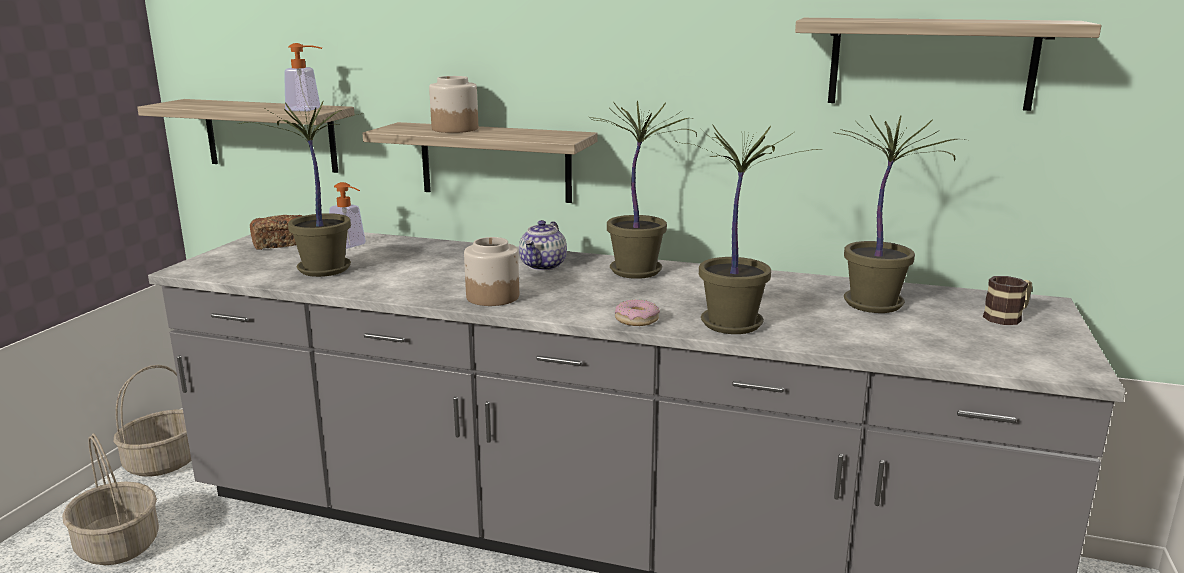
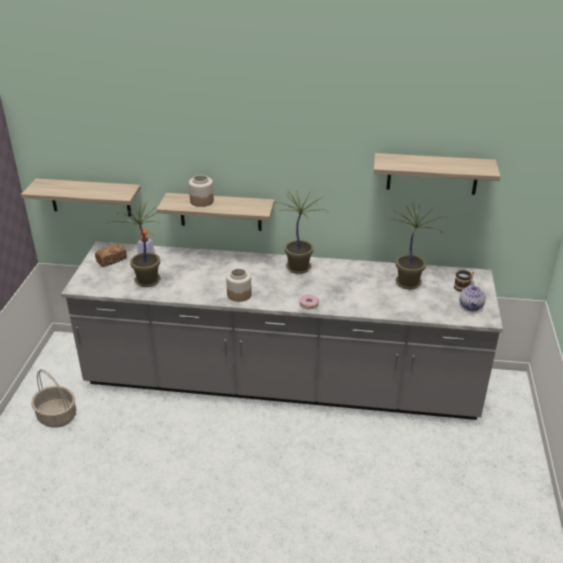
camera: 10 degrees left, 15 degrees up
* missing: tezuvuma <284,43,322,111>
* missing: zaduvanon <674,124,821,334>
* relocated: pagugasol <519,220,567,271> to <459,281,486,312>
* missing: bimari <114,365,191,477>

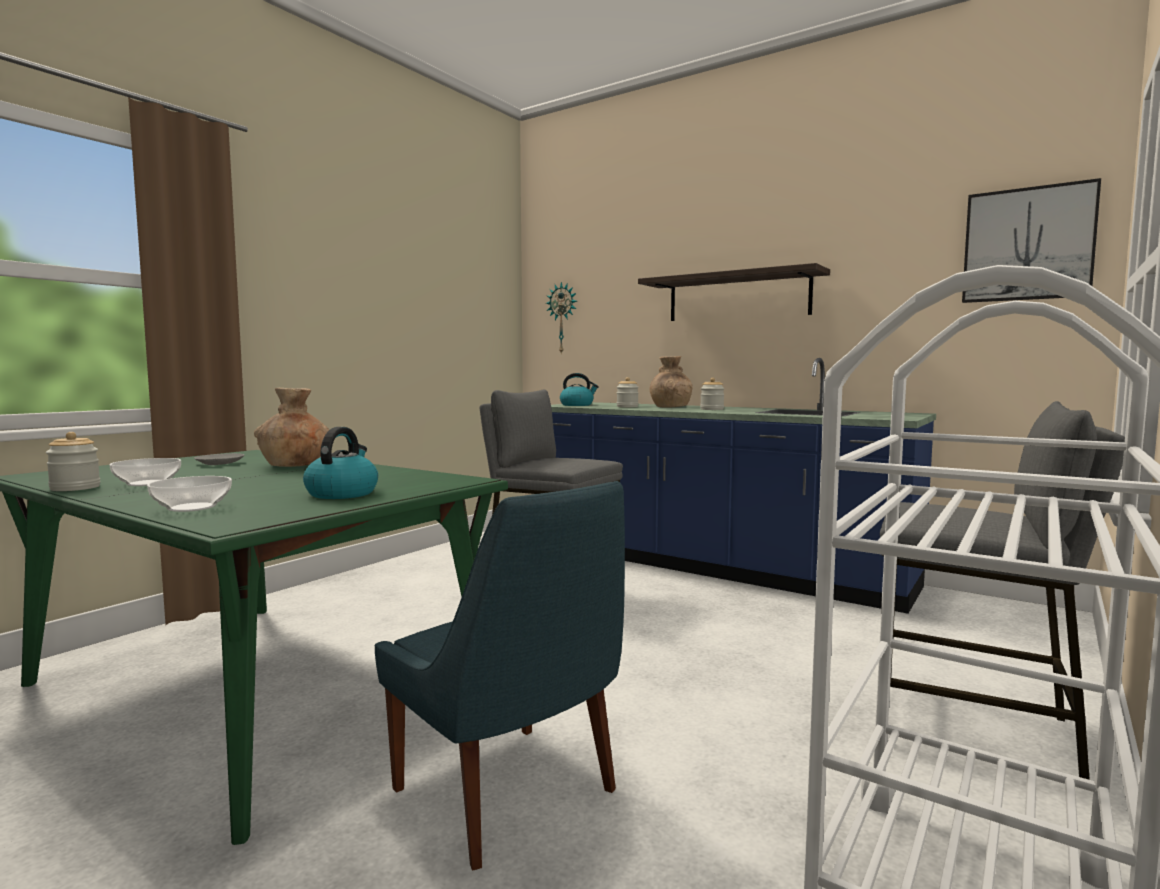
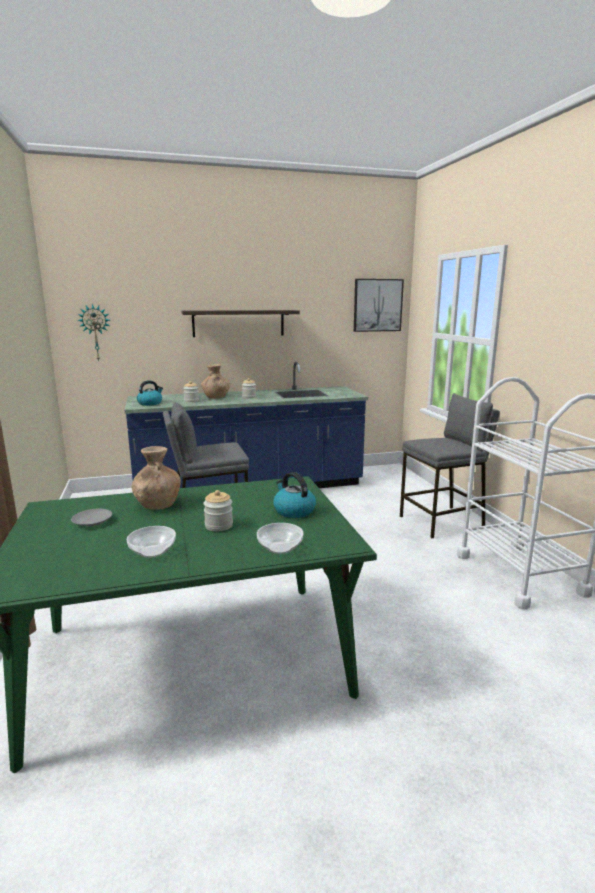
camera: 50 degrees left, 10 degrees up
* relocated: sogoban <46,432,101,491> to <203,490,233,531>
* missing: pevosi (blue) <374,481,625,871>

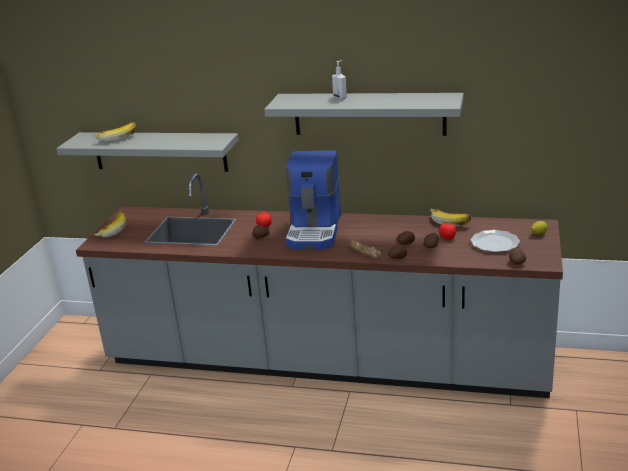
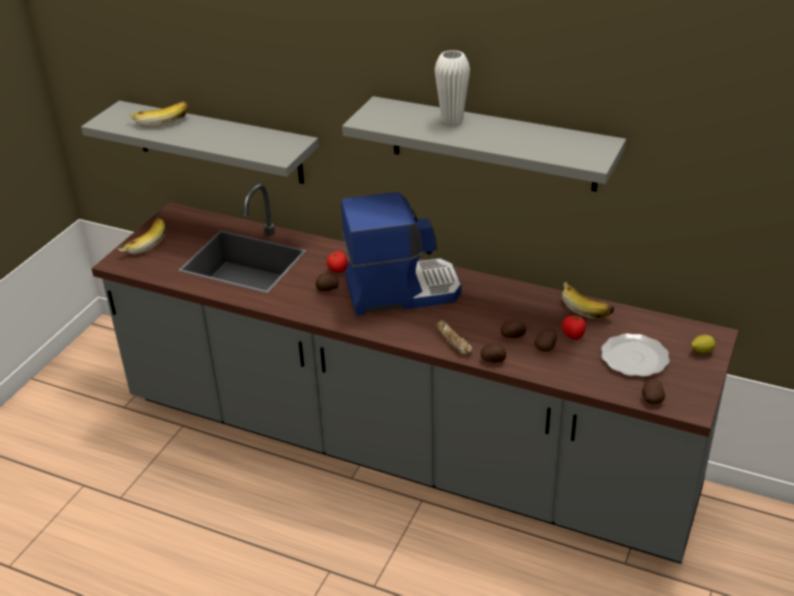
camera: 10 degrees right, 10 degrees up
* exchanged: tezuvuma <332,60,347,99> to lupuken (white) <435,50,470,125>
* spun: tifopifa <286,150,341,250> = <341,192,461,316> 120 degrees counterclockwise

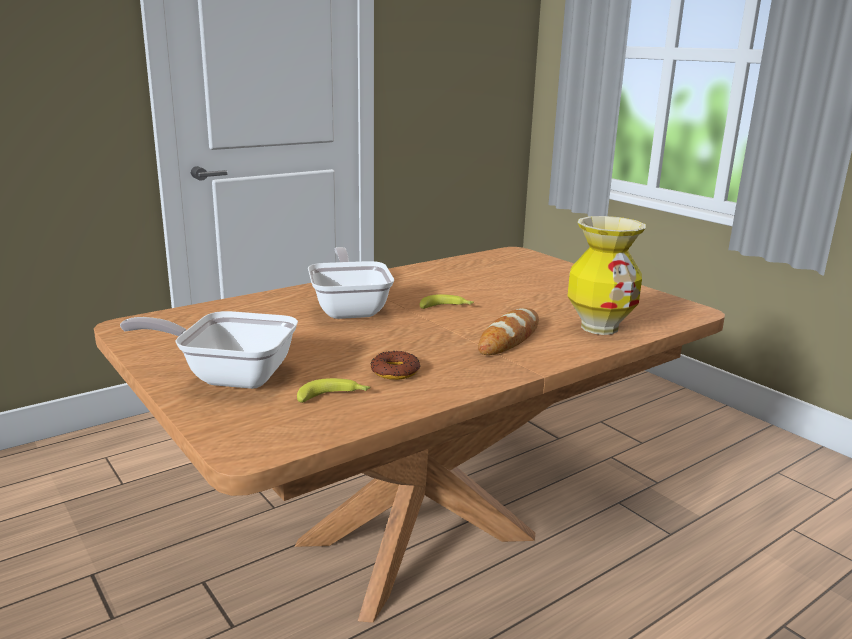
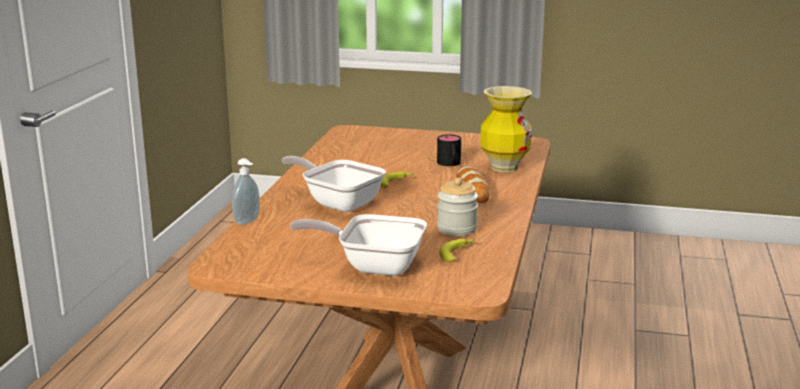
camera: 40 degrees left, 0 degrees up
* spun: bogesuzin <120,311,298,389> = <290,214,427,276> 45 degrees clockwise
* exchanged: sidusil <371,351,420,380> to sogoban <437,178,478,236>
* appeared: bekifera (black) <437,135,461,166>
* appeared: tezuvuma <232,158,260,225>

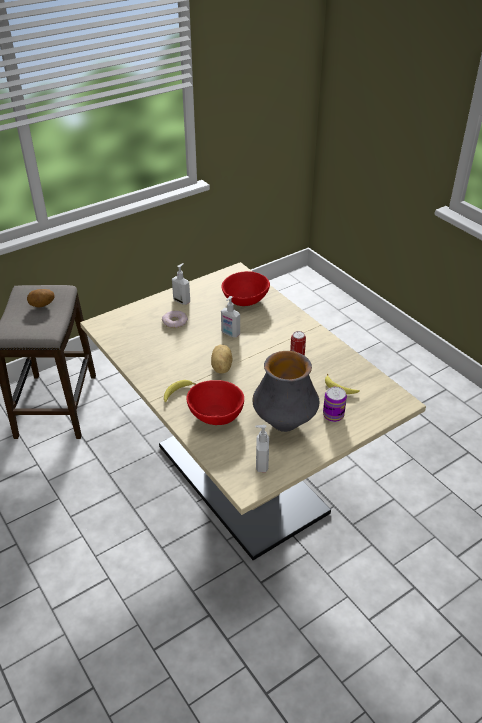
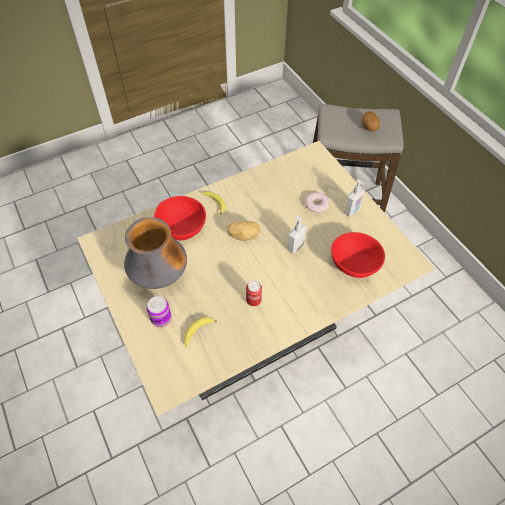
camera: 95 degrees right, 15 degrees up
* missing: tezuvuma <255,425,269,472>

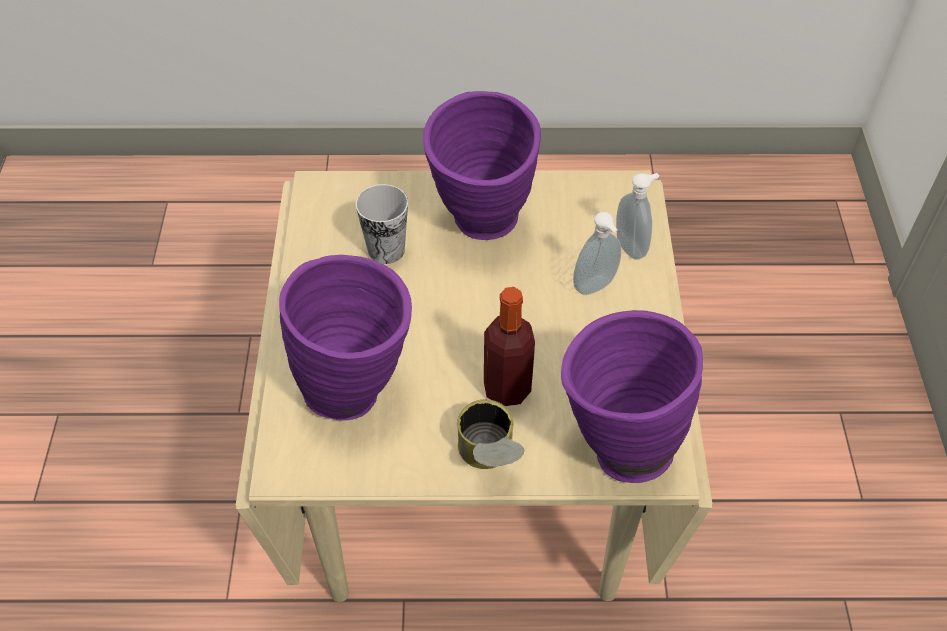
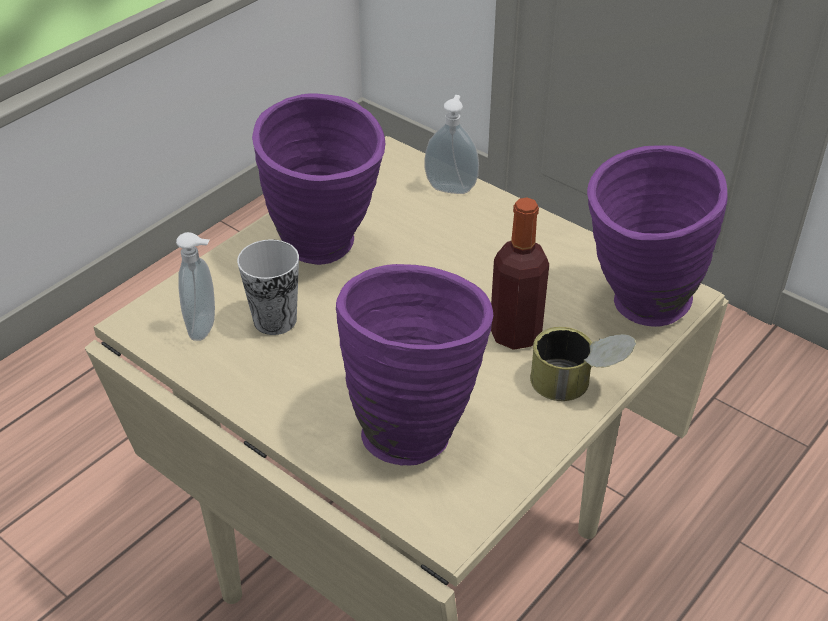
camera: 50 degrees left, 10 degrees down
* relocated: tezuvuma <573,212,621,295> to <176,232,215,341>

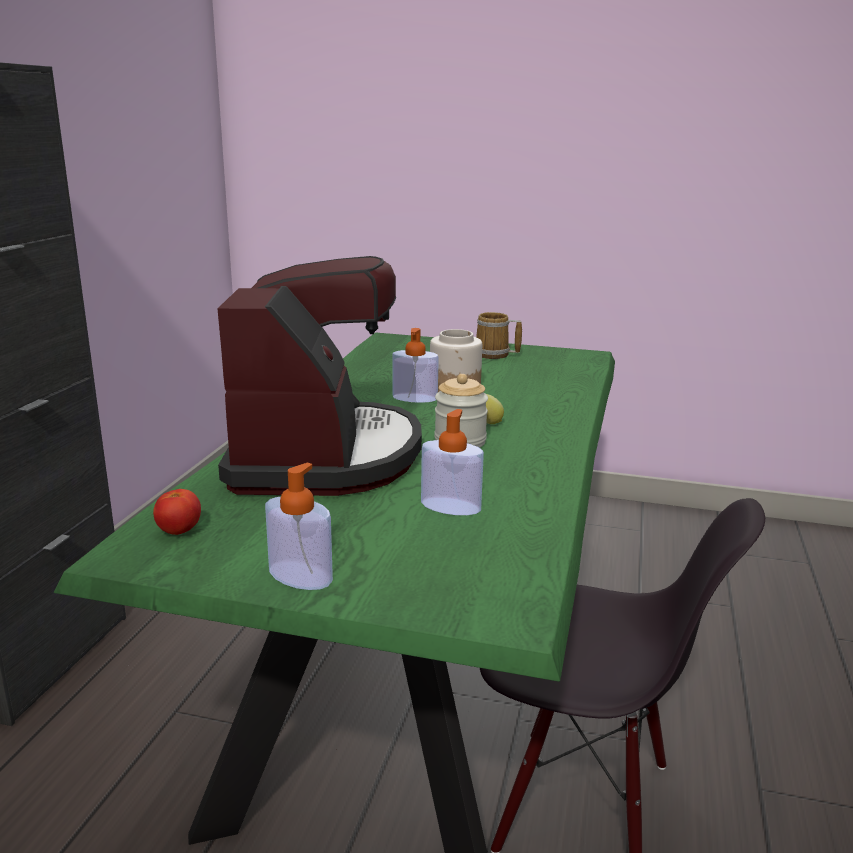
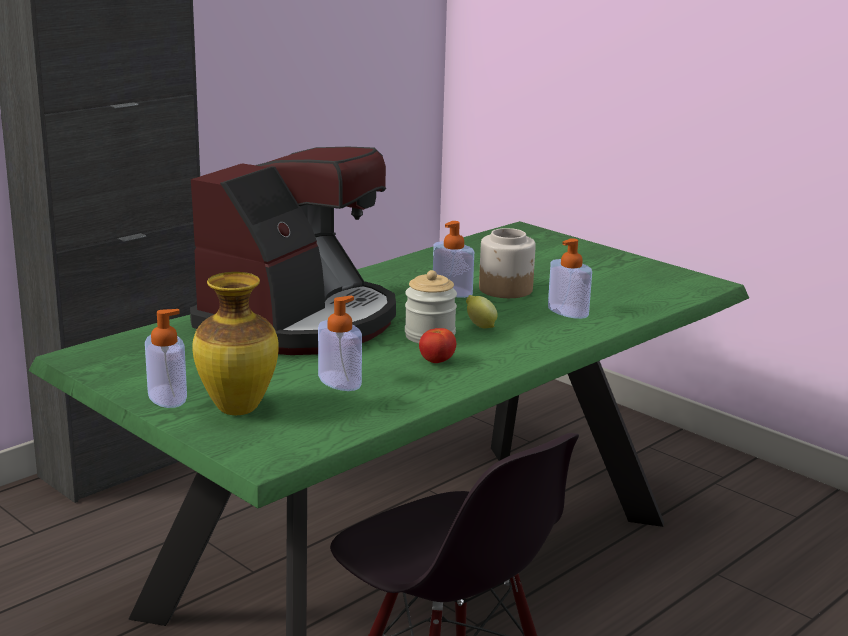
camera: 30 degrees right, 0 degrees up
* missing: bekifera <476,312,522,359>
* relocated: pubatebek <153,489,201,535> to <419,328,456,363>
* appeared: tezuvuma <548,238,592,319>
* appeared: lupuken <192,272,279,415>

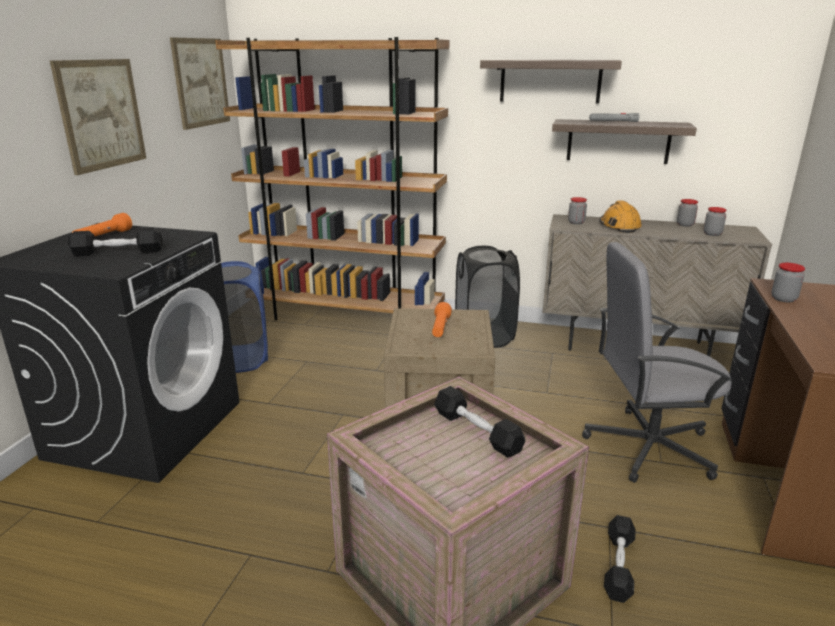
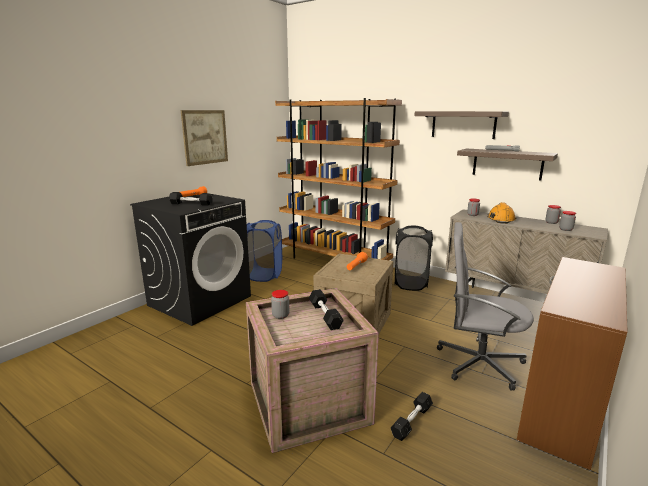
camera: 20 degrees right, 5 degrees down
* missing: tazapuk <170,37,230,130>
* relocated: sogoban <771,263,805,302> to <271,290,290,319>

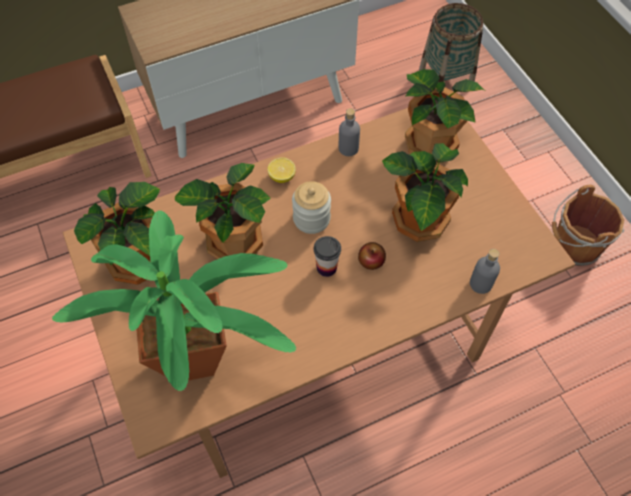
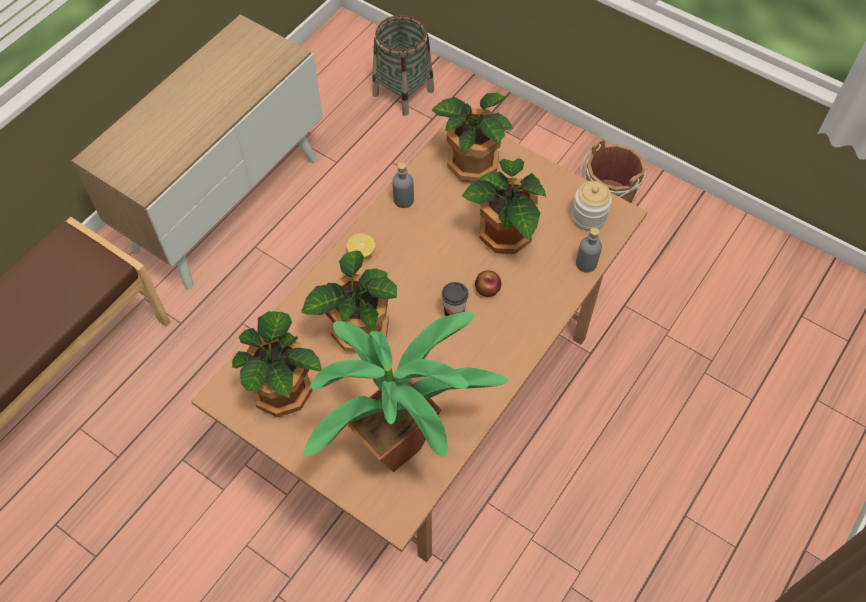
camera: 30 degrees left, 0 degrees up
* relocated: sogoban <292,181,331,234> to <571,181,612,231>

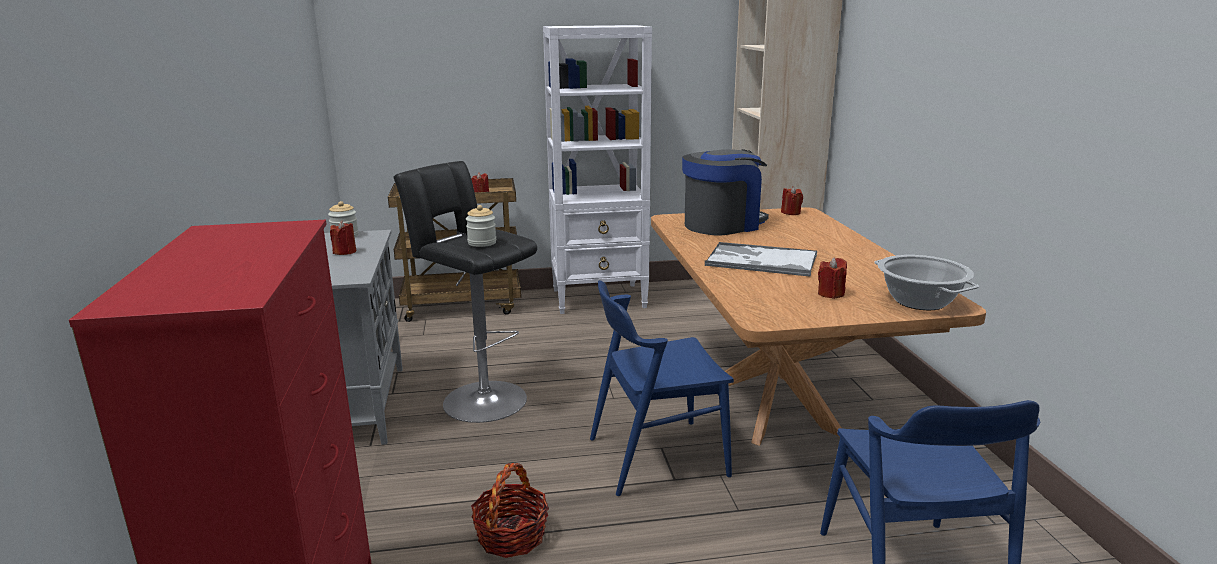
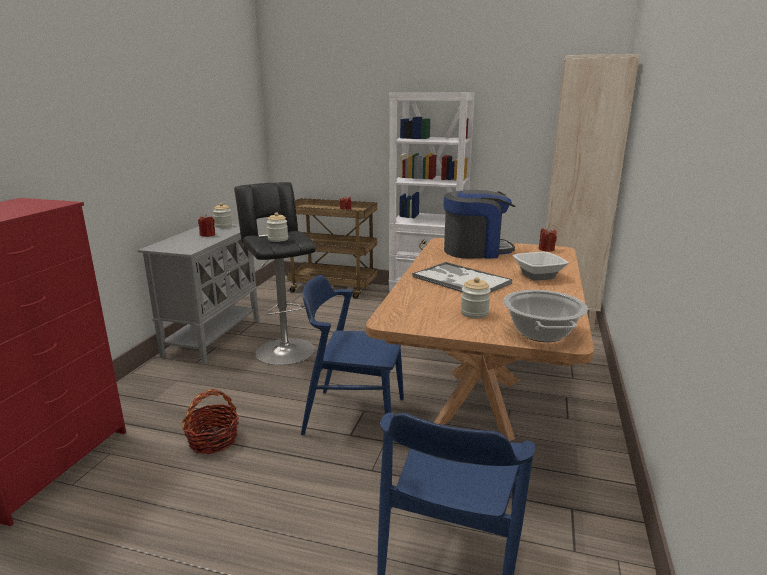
camera: 25 degrees right, 0 degrees up
* exchanged: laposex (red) <818,258,847,299> to sogoban <461,277,491,319>
* appeared: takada <513,252,569,281>

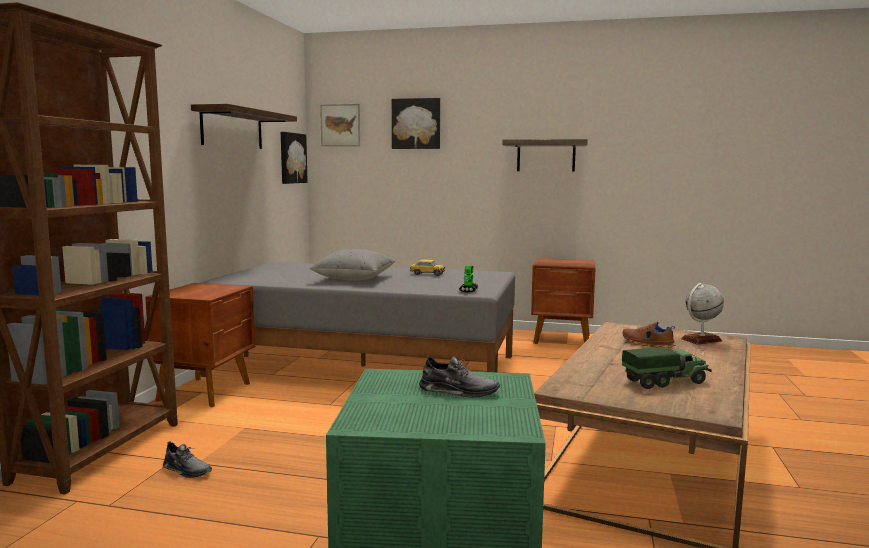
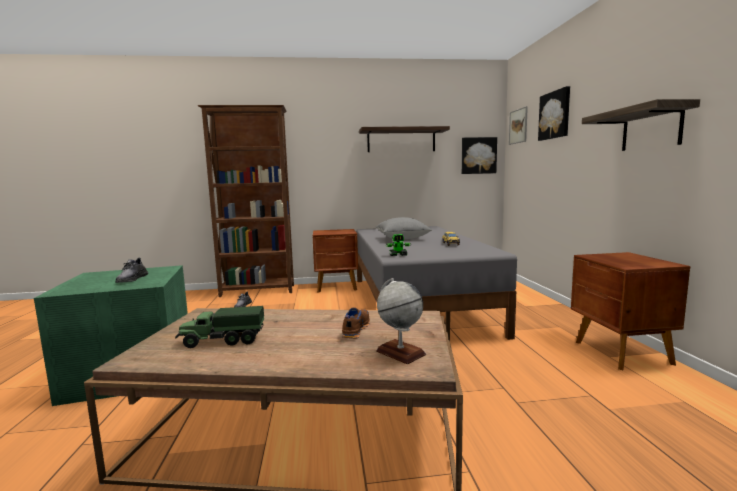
camera: 70 degrees right, 0 degrees up
* spun: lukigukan <622,347,712,389> = <175,306,264,348> 120 degrees clockwise

